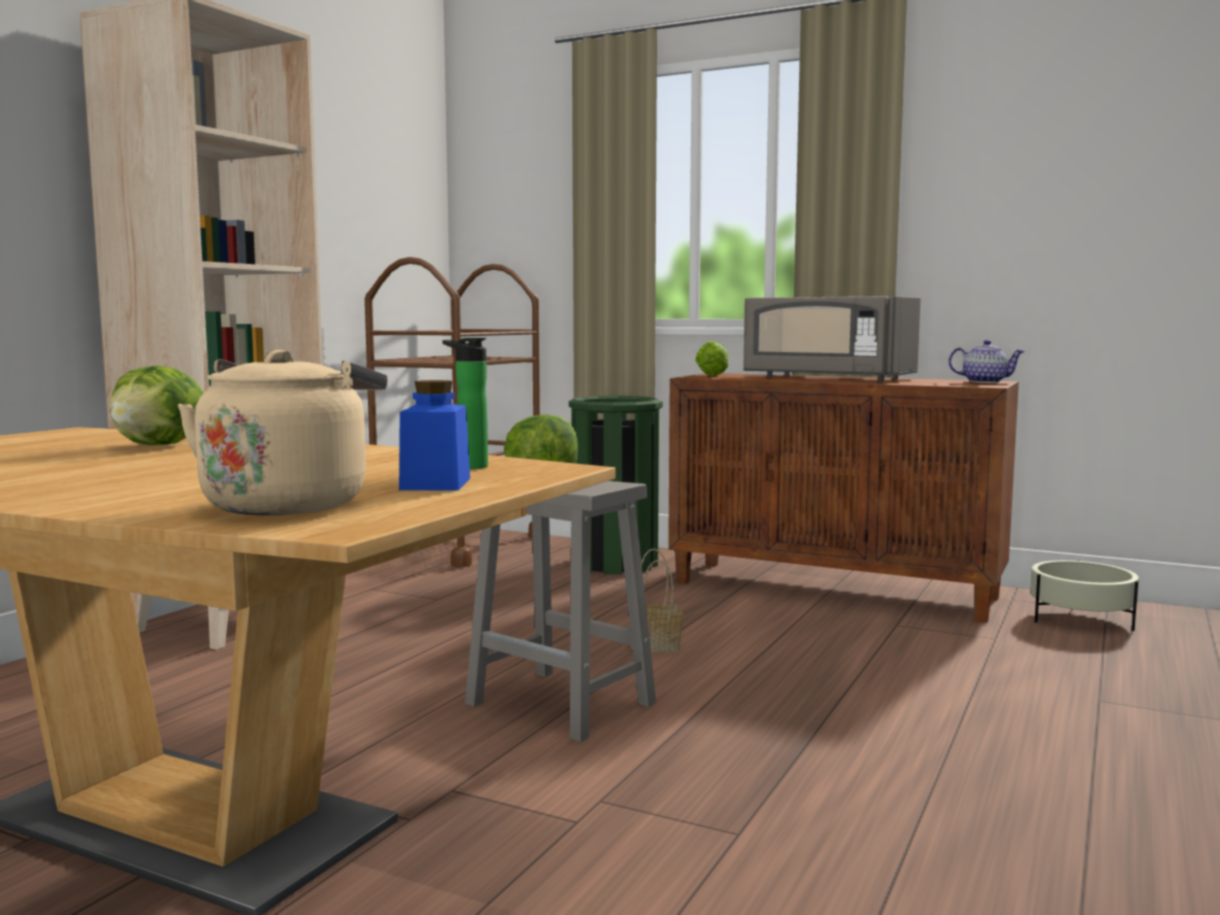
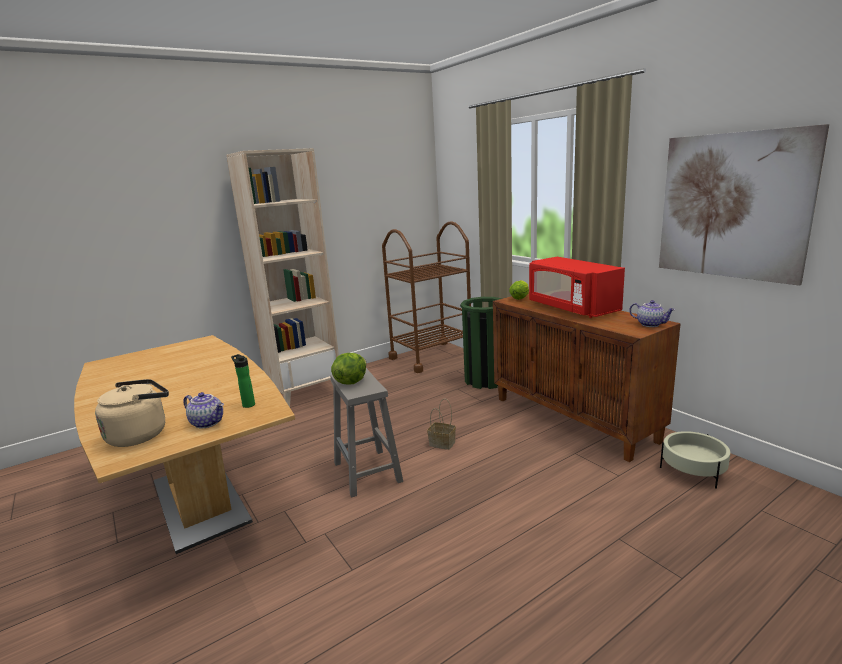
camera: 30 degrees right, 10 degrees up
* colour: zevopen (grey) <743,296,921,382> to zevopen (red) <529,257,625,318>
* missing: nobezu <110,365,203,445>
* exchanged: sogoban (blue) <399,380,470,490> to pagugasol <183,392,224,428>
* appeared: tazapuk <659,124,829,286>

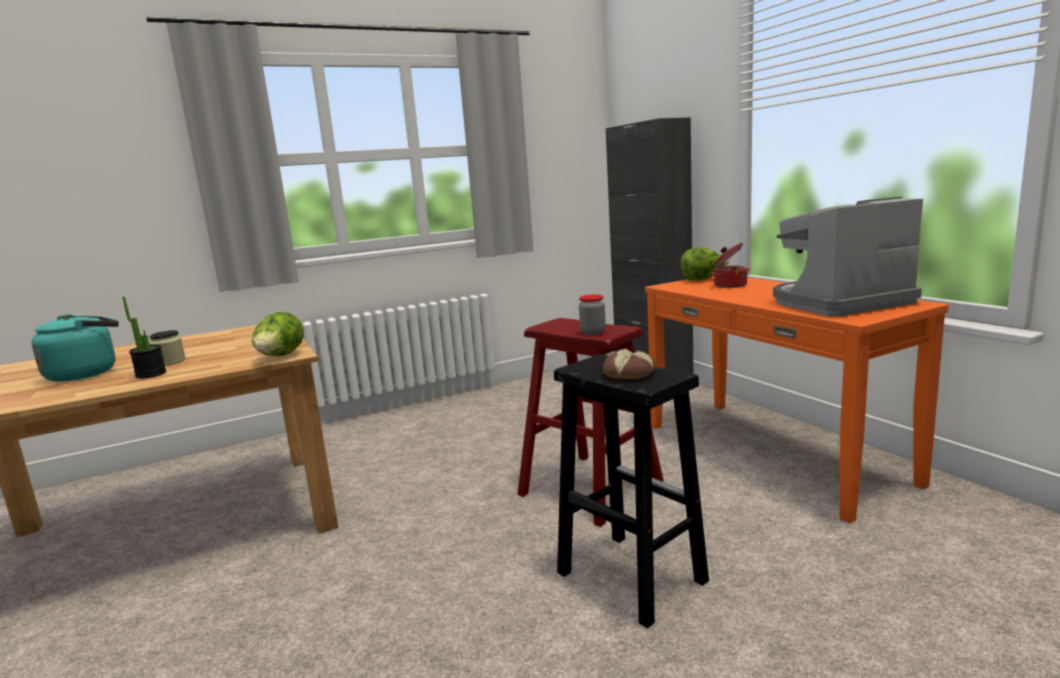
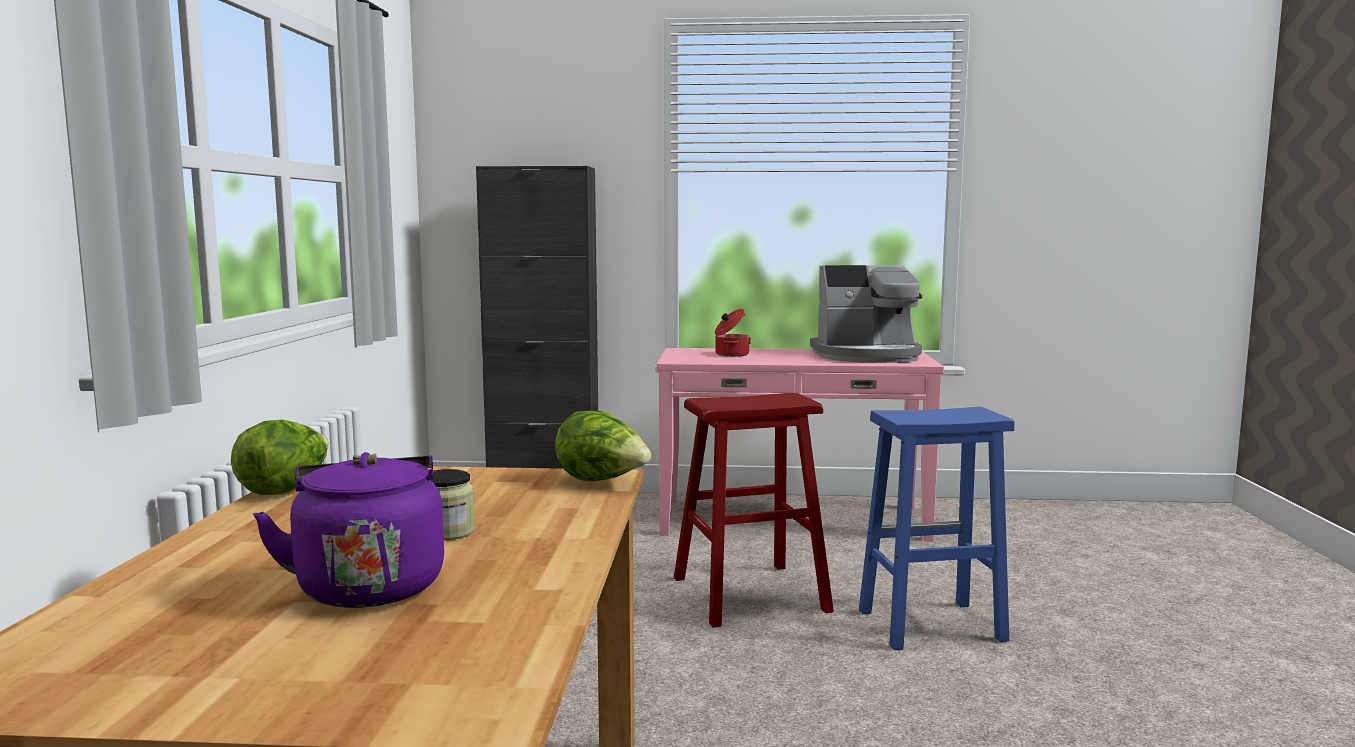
camera: 60 degrees left, 5 degrees down
* spun: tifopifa <773,197,923,316> = <810,265,922,363> 105 degrees counterclockwise
* relocated: nobezu <681,247,729,281> to <231,420,329,495>
* colour: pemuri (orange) <645,276,949,523> to pemuri (pink) <656,348,944,541>
* missing: sogoban <579,295,606,335>
* missing: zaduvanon <122,297,166,379>
* colour: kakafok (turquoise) <32,314,119,381> to kakafok (purple) <253,452,444,608>
* missing: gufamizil <603,348,656,379>
* colour: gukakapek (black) <554,354,709,628> to gukakapek (blue) <859,407,1014,650>

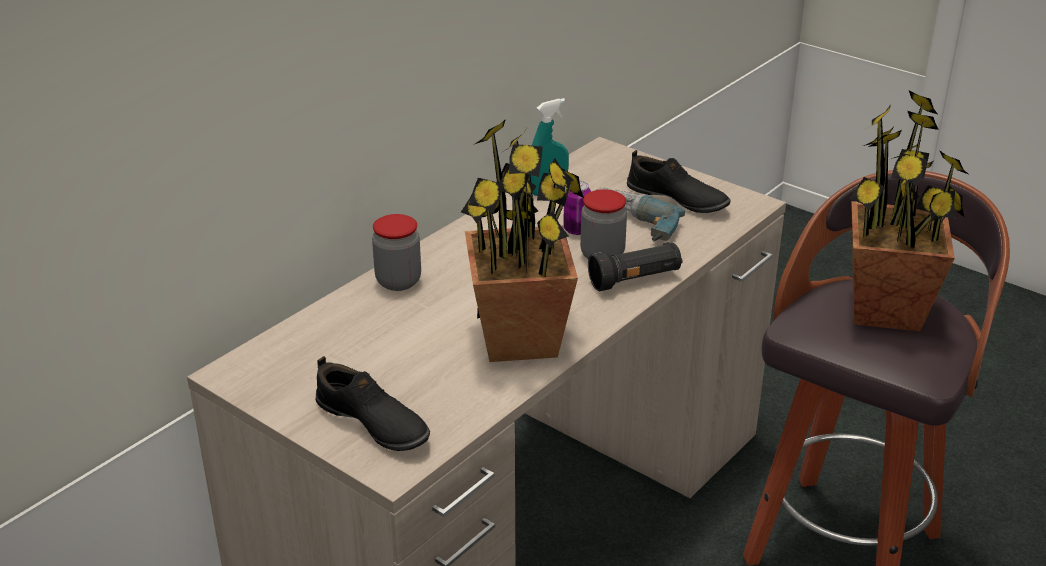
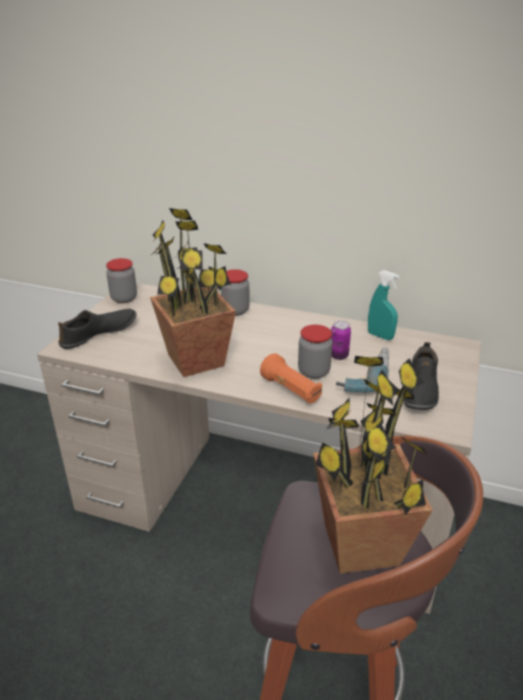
camera: 70 degrees right, 0 degrees up
* colour: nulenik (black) <588,242,683,291> to nulenik (orange) <260,353,322,404>
* spun: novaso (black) <316,356,430,451> = <58,309,137,349> 150 degrees counterclockwise
* appeared: sogoban <106,258,137,303>

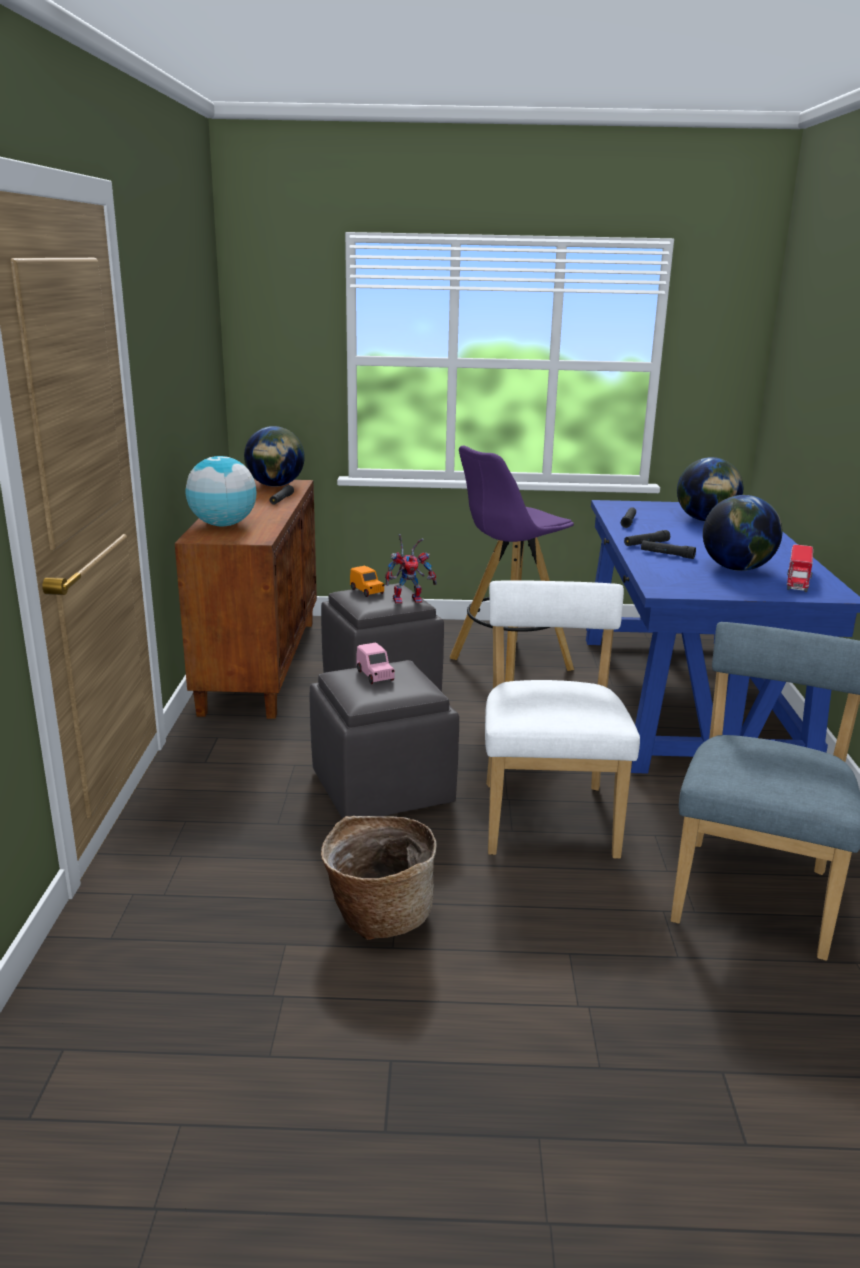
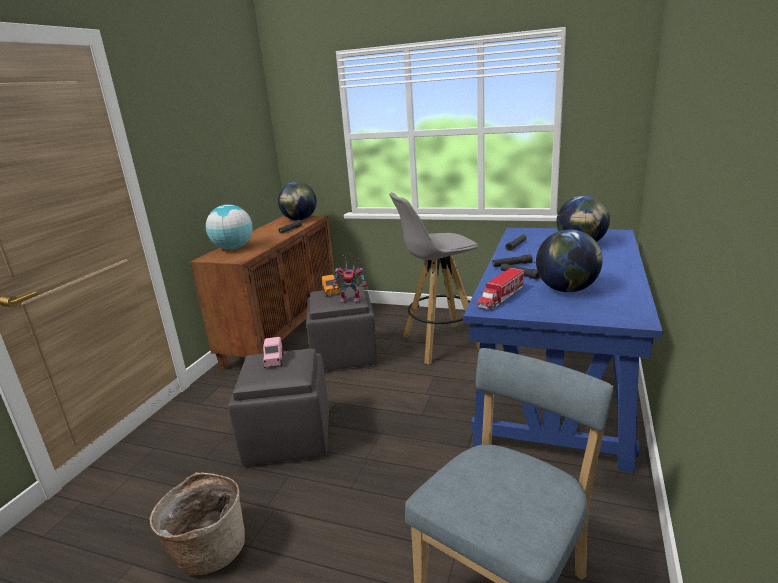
camera: 20 degrees right, 0 degrees up
* colour: gukakapek (purple) <450,446,574,682> to gukakapek (grey) <389,192,480,365>
* relocated: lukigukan <787,544,813,592> to <477,268,524,310>
* missing: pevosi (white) <485,580,640,859>

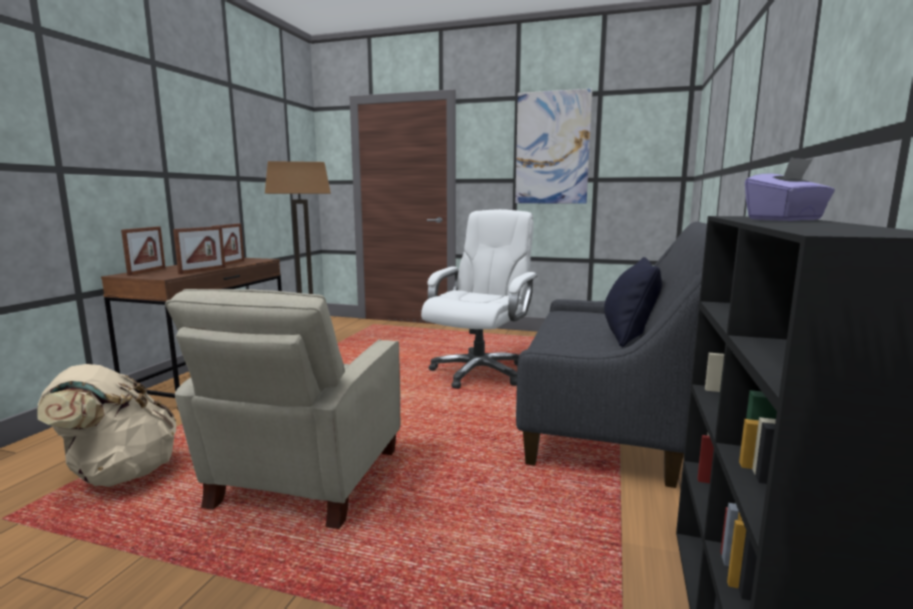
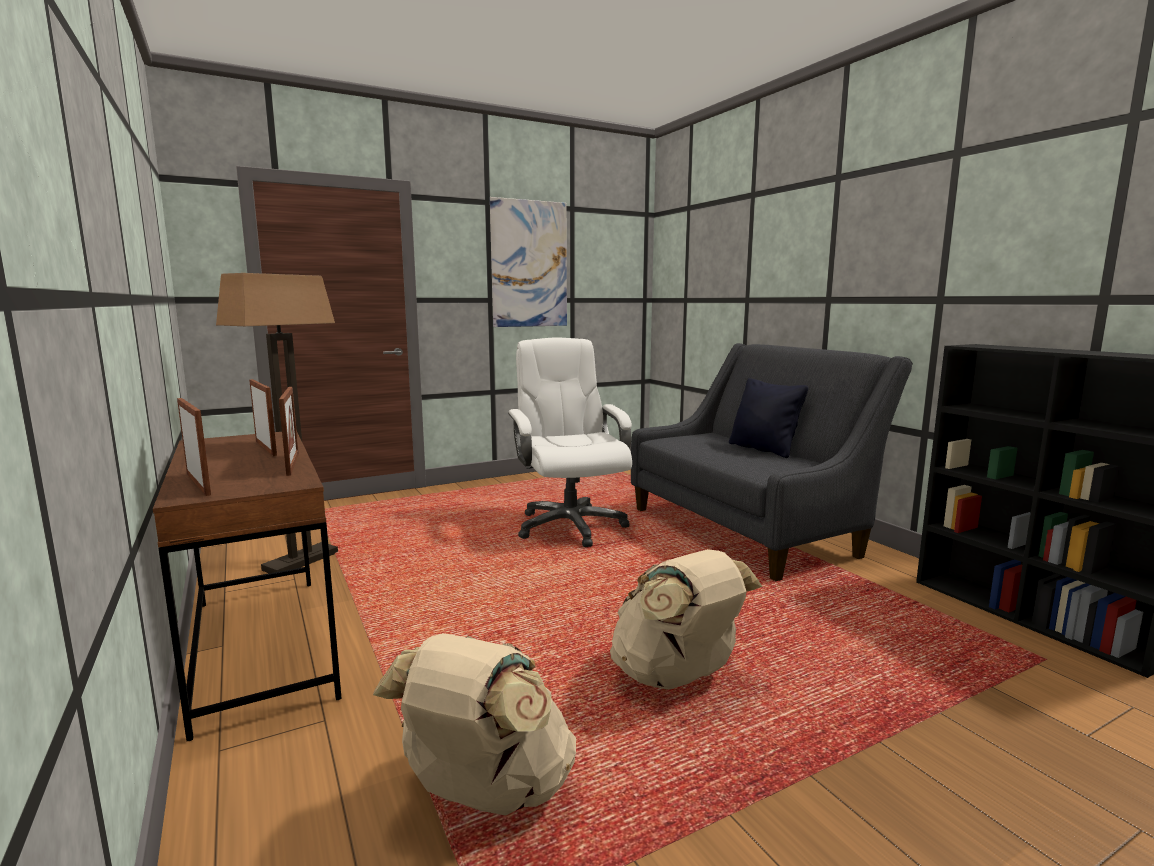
camera: 45 degrees left, 0 degrees up
* missing: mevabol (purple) <745,157,835,221>
* exchanged: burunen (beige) <165,289,400,529> to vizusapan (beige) <610,549,762,690>

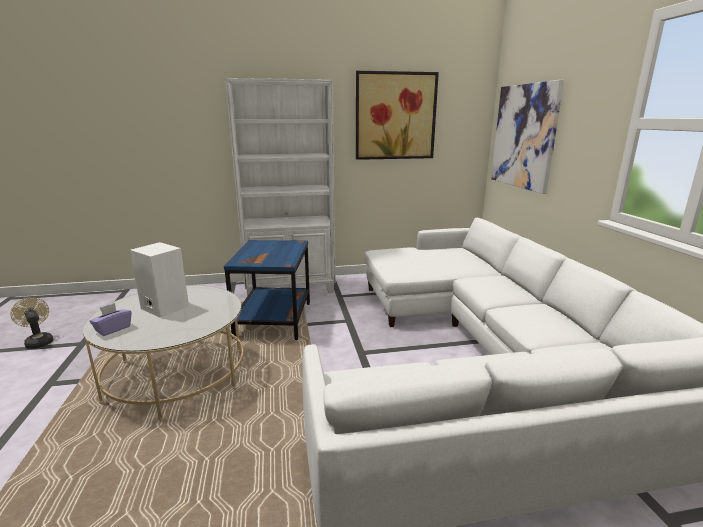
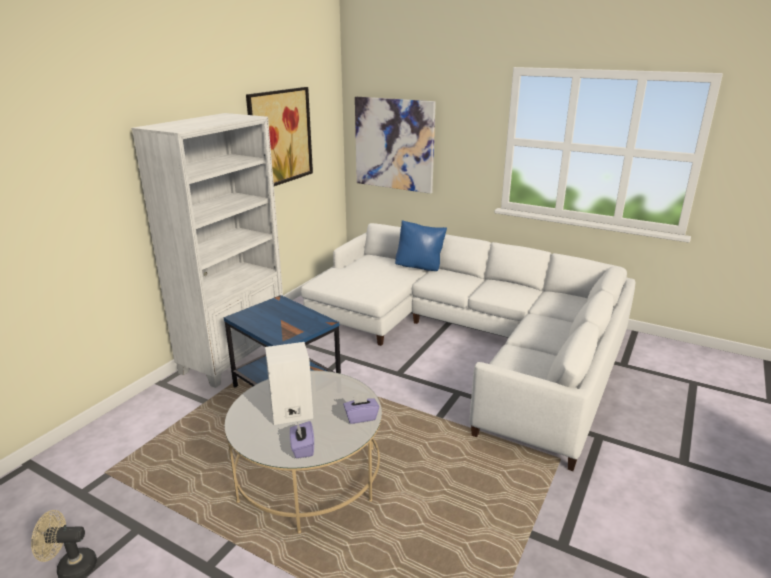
camera: 50 degrees left, 5 degrees up
* appeared: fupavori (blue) <395,220,447,271>
* appeared: mevabol (purple) <343,393,379,424>

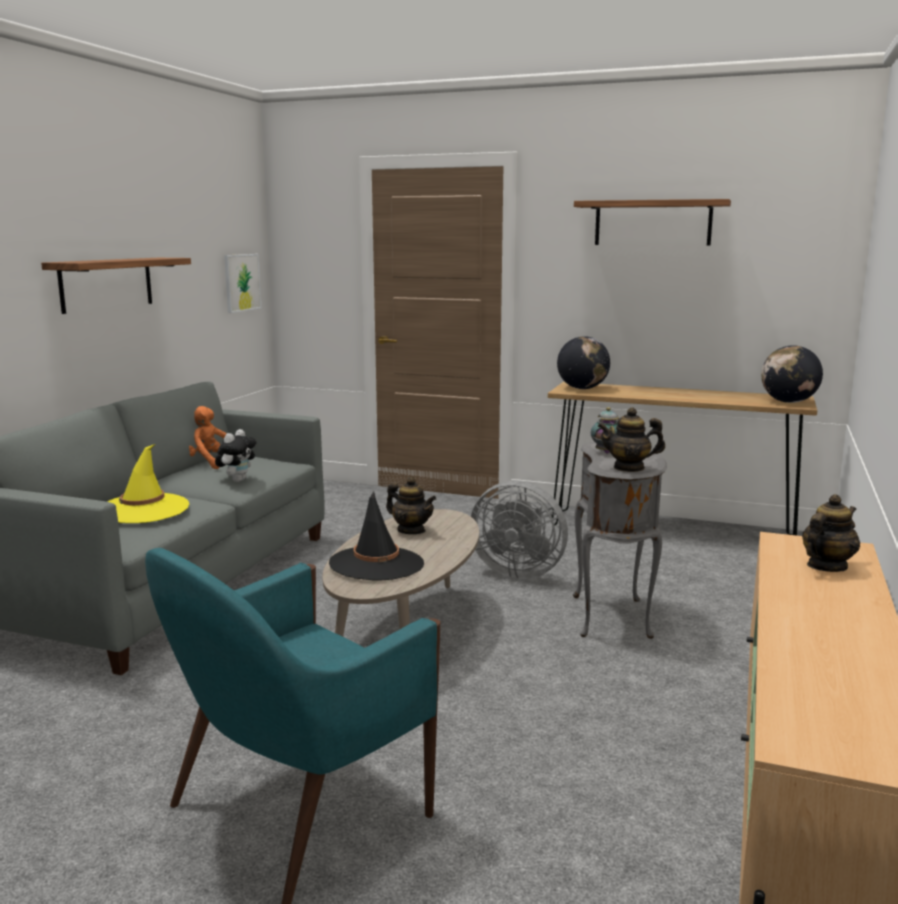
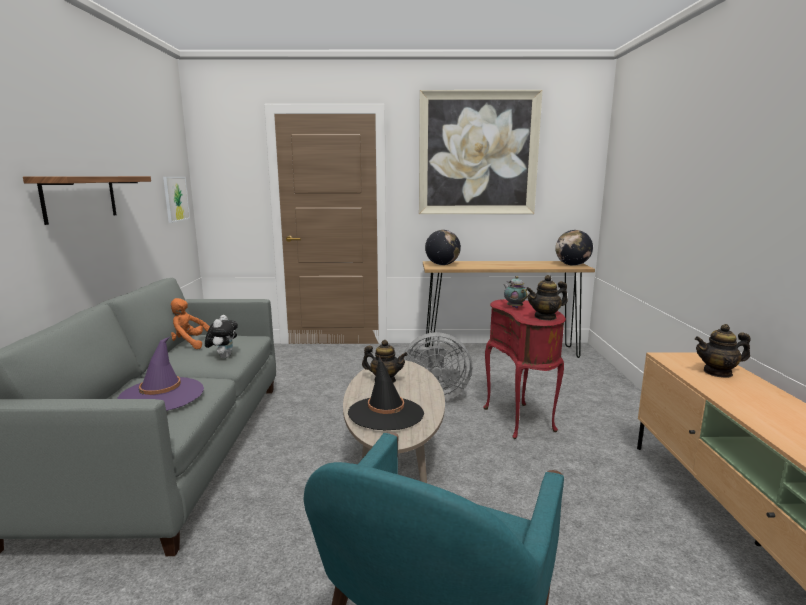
camera: 20 degrees left, 0 degrees up
* exchanged: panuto <574,199,731,245> to tazapuk <419,90,542,214>
* colour: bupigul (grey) <573,442,667,639> to bupigul (red) <483,299,566,439>
* colour: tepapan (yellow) <107,444,189,523> to tepapan (purple) <117,337,204,411>
* spun: pagugasol <802,494,860,572> = <695,324,751,378> 120 degrees counterclockwise

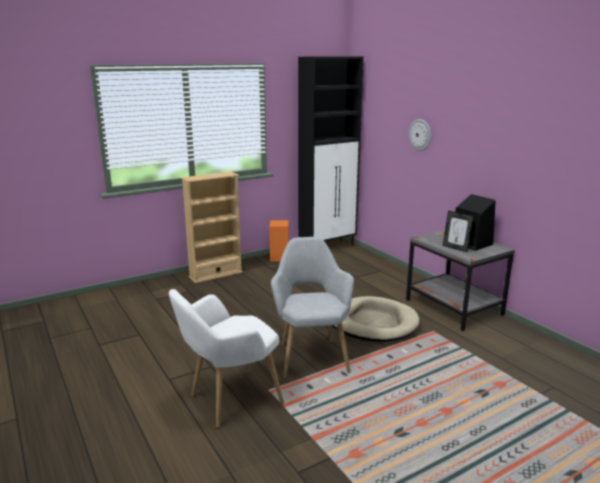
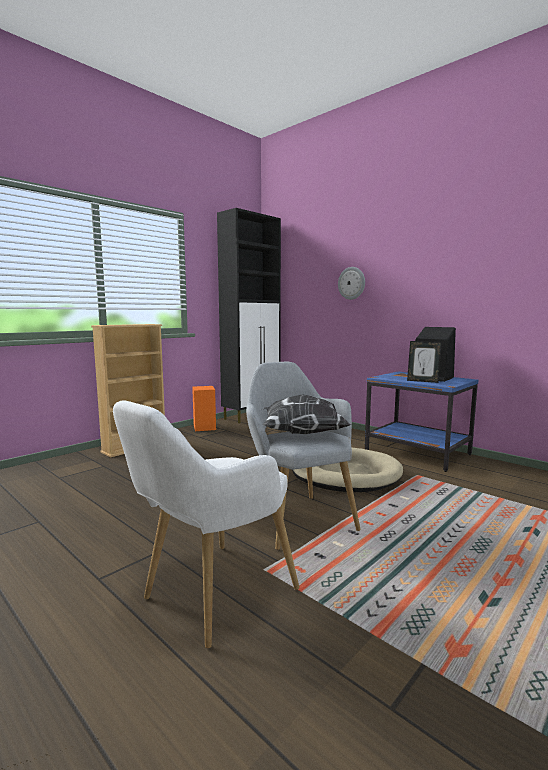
camera: 15 degrees left, 10 degrees down
* colour: bupigul (grey) <406,230,515,331> to bupigul (blue) <365,372,478,472>
* appeared: fupavori <262,394,351,434>

